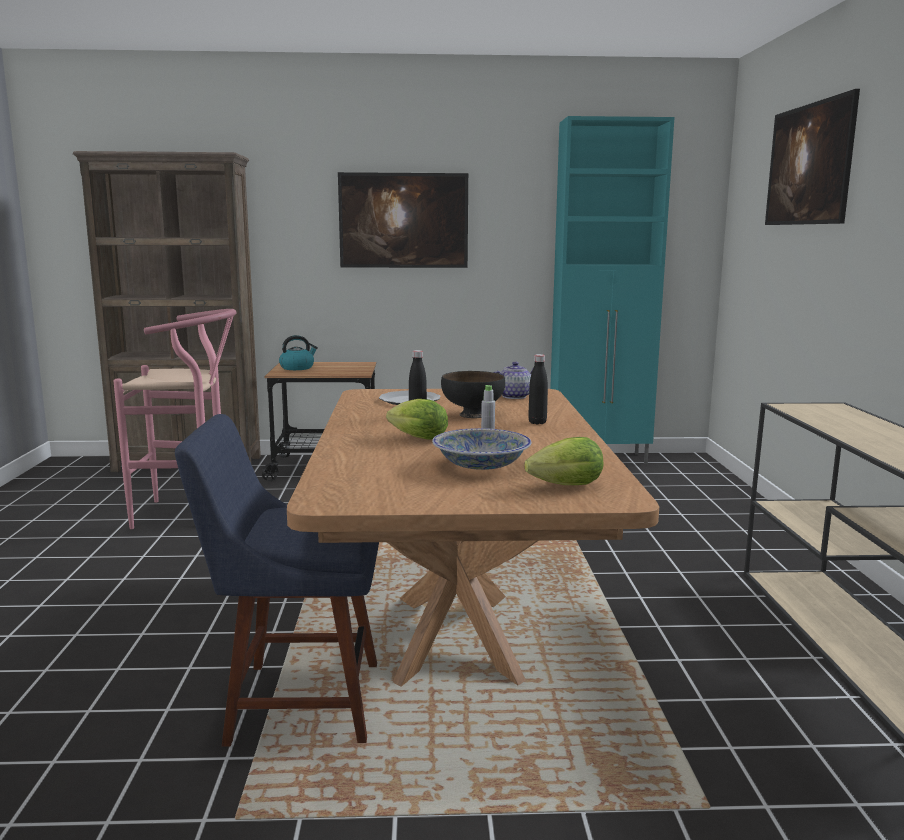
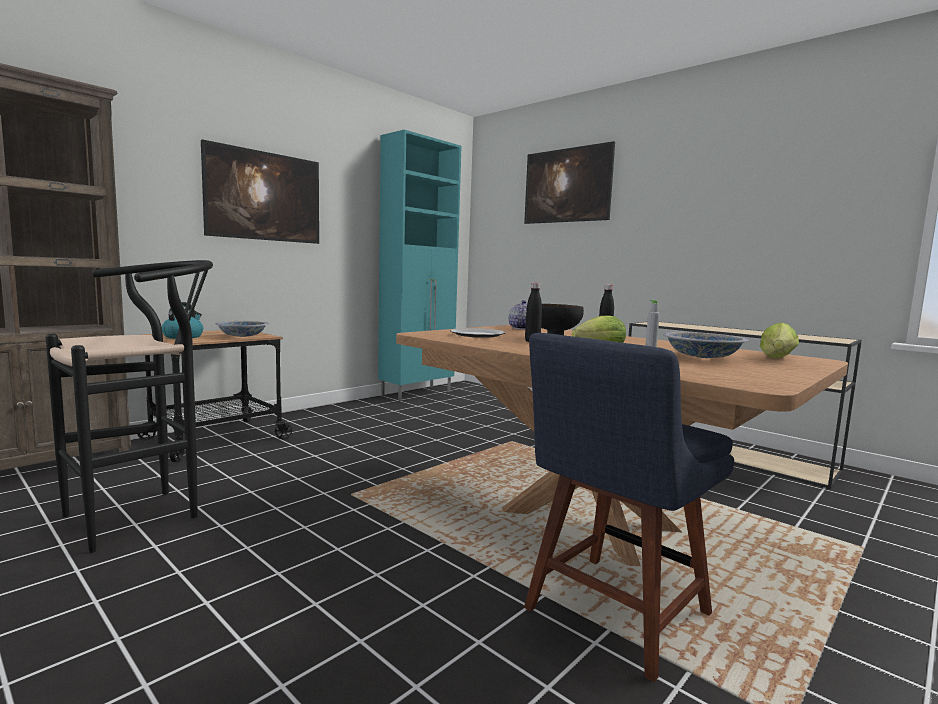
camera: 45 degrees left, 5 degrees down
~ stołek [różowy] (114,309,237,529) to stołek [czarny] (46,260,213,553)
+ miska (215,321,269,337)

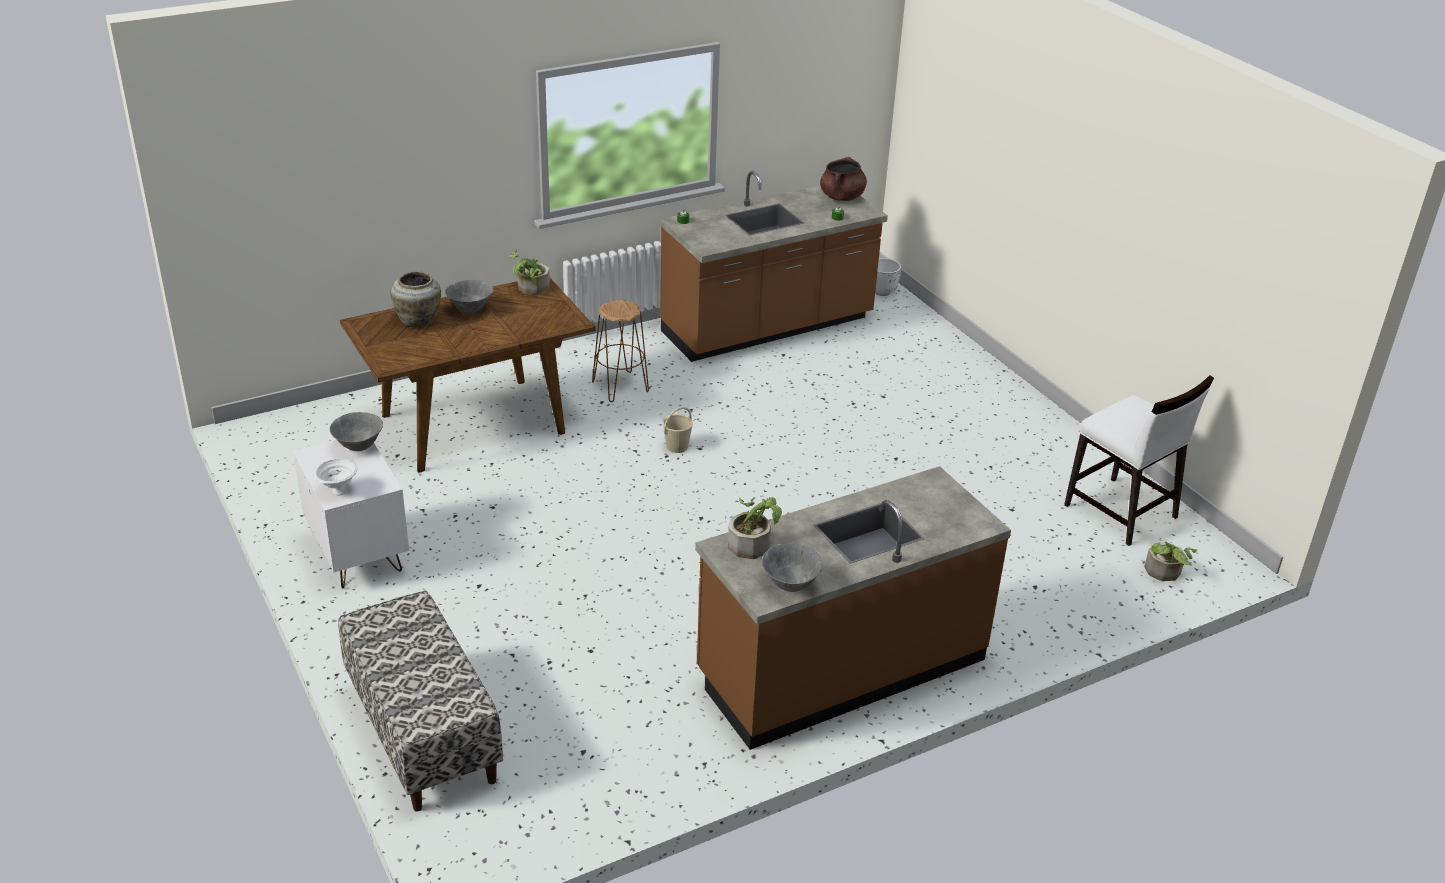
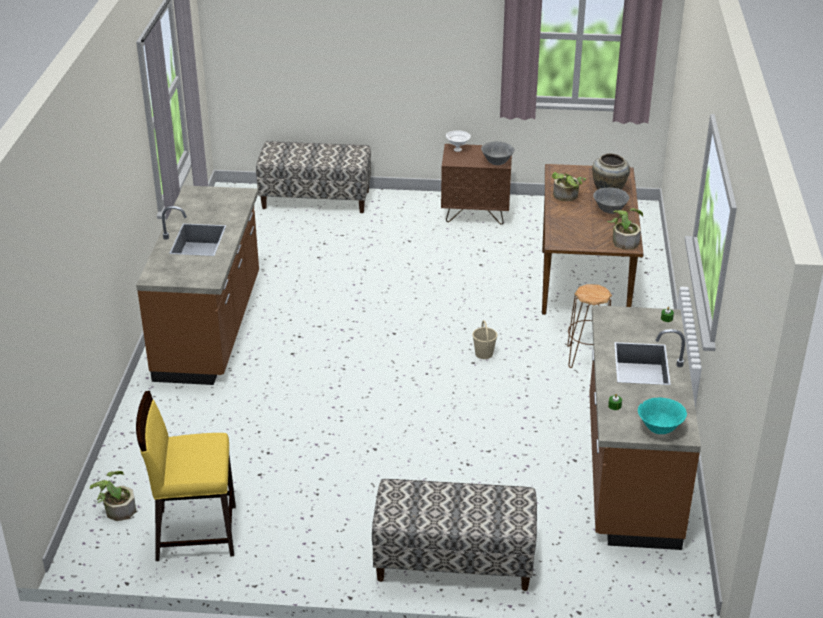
camera: 125 degrees right, 0 degrees up
~ garnek [brązowy] (820,157,867,201) to miska [turkusowy] (638,397,687,434)
- donica [biały] (875,258,902,296)
~ krzesło [biały] (1064,375,1214,546) to krzesło [żółty] (136,391,236,561)
~ szafka nocna [biały] (293,440,409,588) to szafka nocna [brązowy] (441,144,512,225)
~ roślina doniczkowa (728,497,782,559) to (552,172,587,201)
- miska [szary] (762,544,823,592)
+ ławka (372,479,537,591)

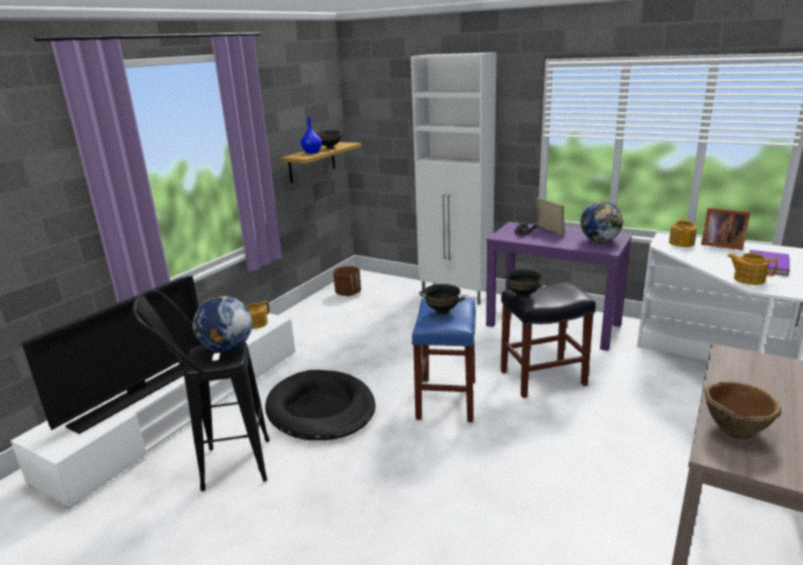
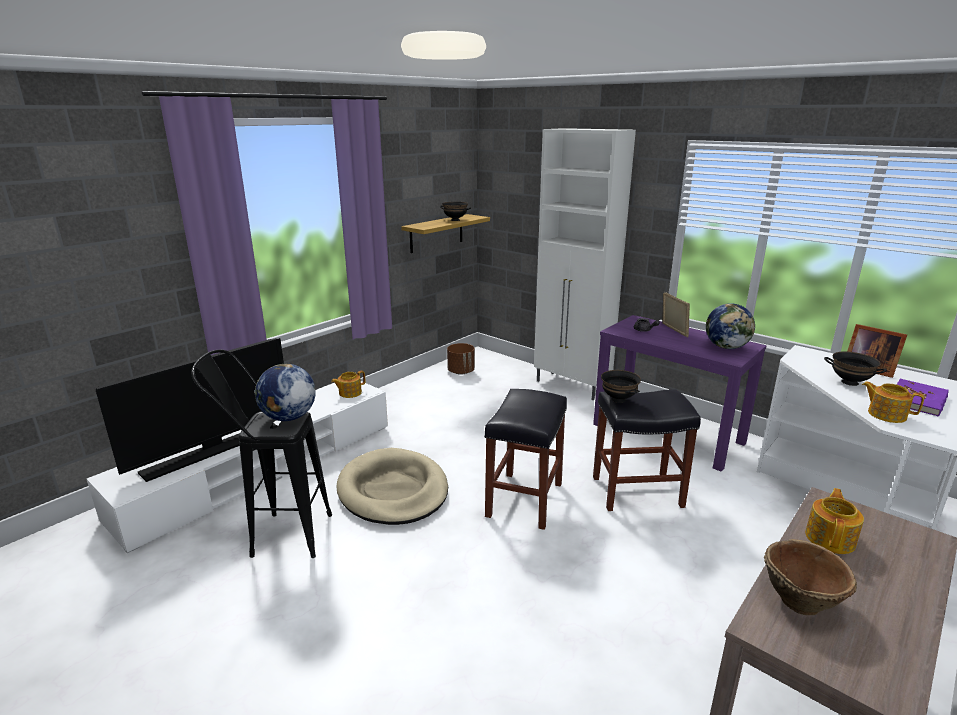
camera: 10 degrees right, 0 degrees up
- wazon [niebieski] (300,117,322,154)
~ imbryk (669,218,697,247) to (805,488,864,554)
~ miska [czarny] (420,284,465,315) to (824,351,887,386)
~ stołek [niebieski] (412,297,476,422) to stołek [czarny] (484,389,567,530)
~ legowisko [czarny] (265,370,376,440) to legowisko [beżowy] (337,448,448,525)

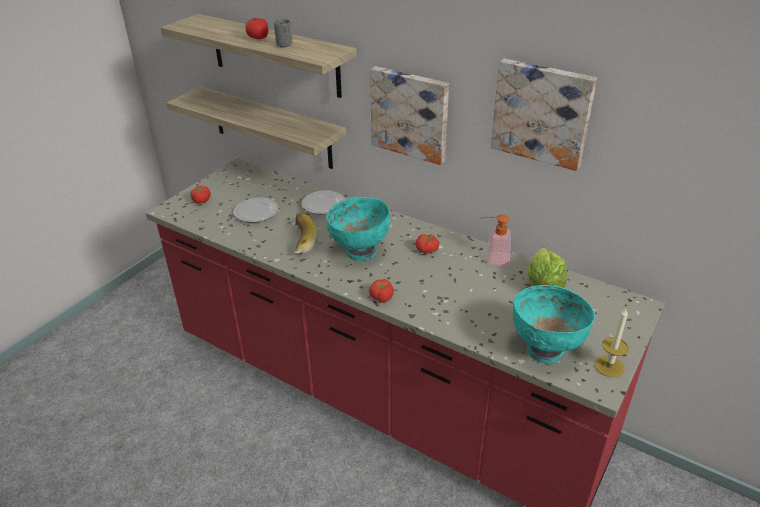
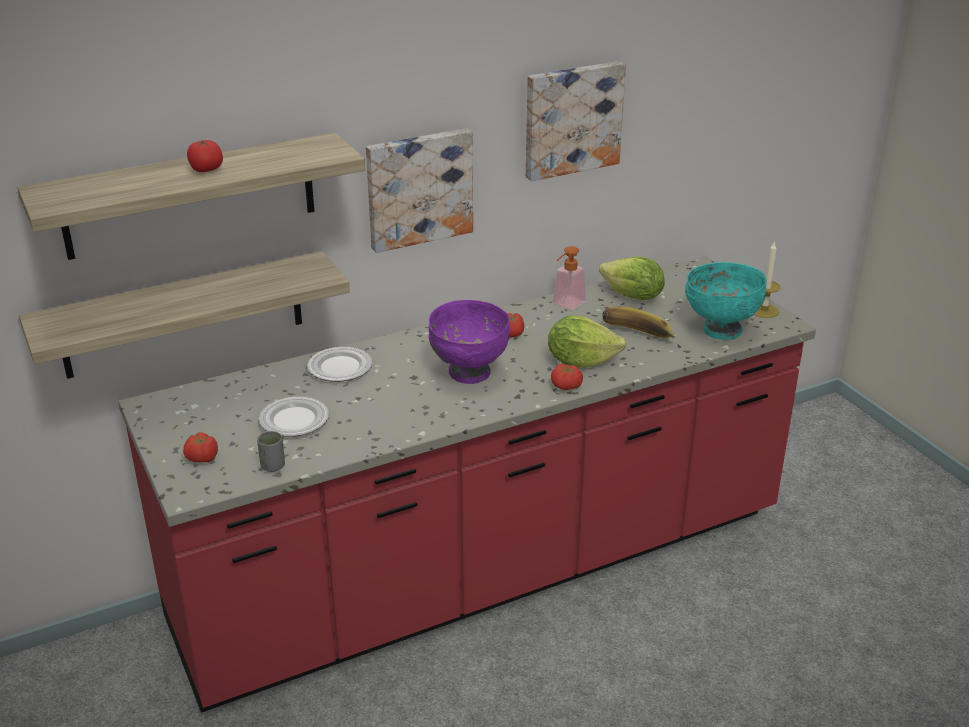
camera: 60 degrees left, 5 degrees down
~ filiżanka [szary] (274,19,292,47) to (257,431,285,472)
~ miska [turkusowy] (327,197,390,261) to miska [fioletowy] (428,300,510,384)
~ banan (293,213,318,254) to (602,307,677,338)
+ sałata (548,315,626,368)

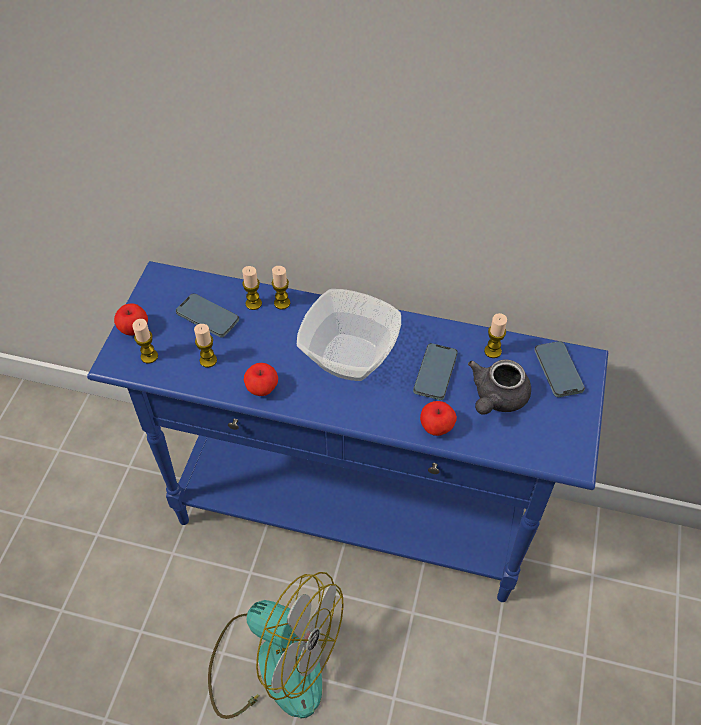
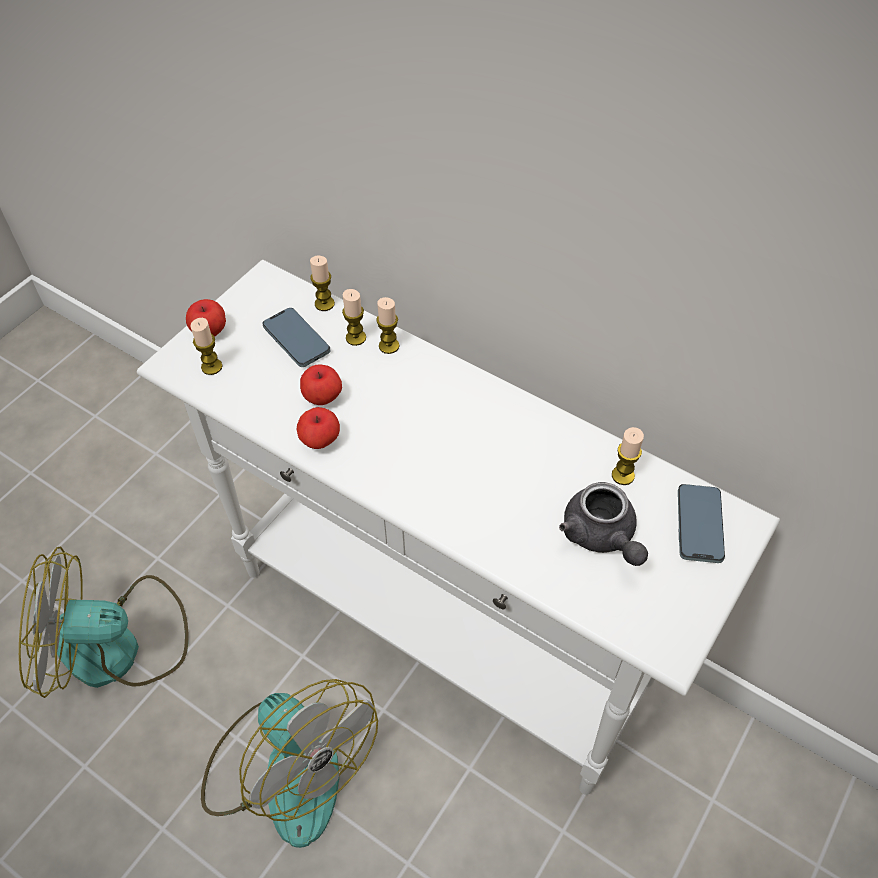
camera: 20 degrees right, 0 degrees up
~ stolik konsolowy [niebieski] (87,261,608,602) to stolik konsolowy [biały] (137,260,780,795)
- miska (297,289,401,381)
~ świeca (194,324,217,368) to (310,256,335,311)
- telefon (413,343,458,400)
~ imbryk [szary] (468,360,531,415) = (559,482,648,566) 75 degrees counterclockwise
~ jabłko (420,401,457,436) to (300,365,342,405)
+ wentylator (19,547,189,698)

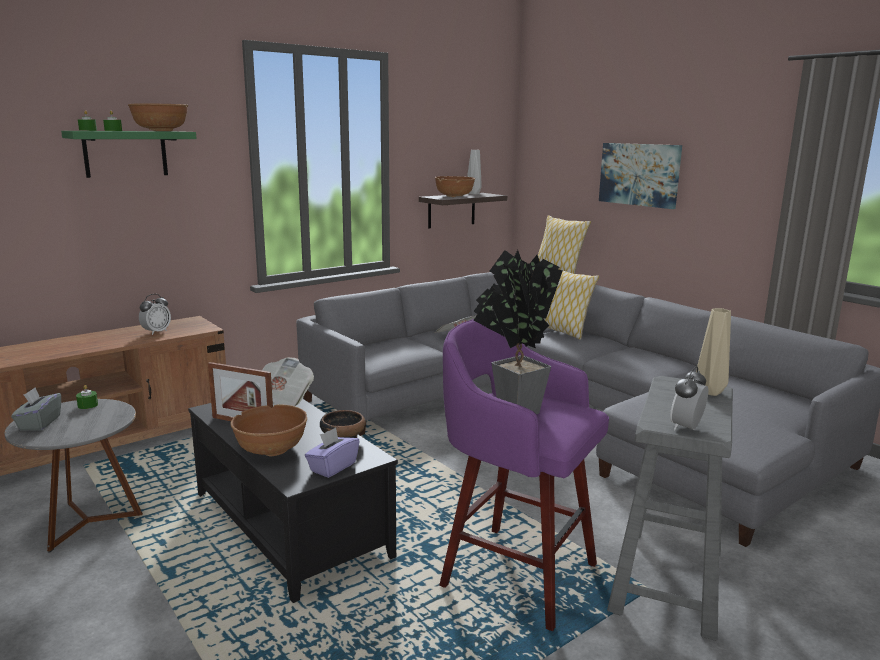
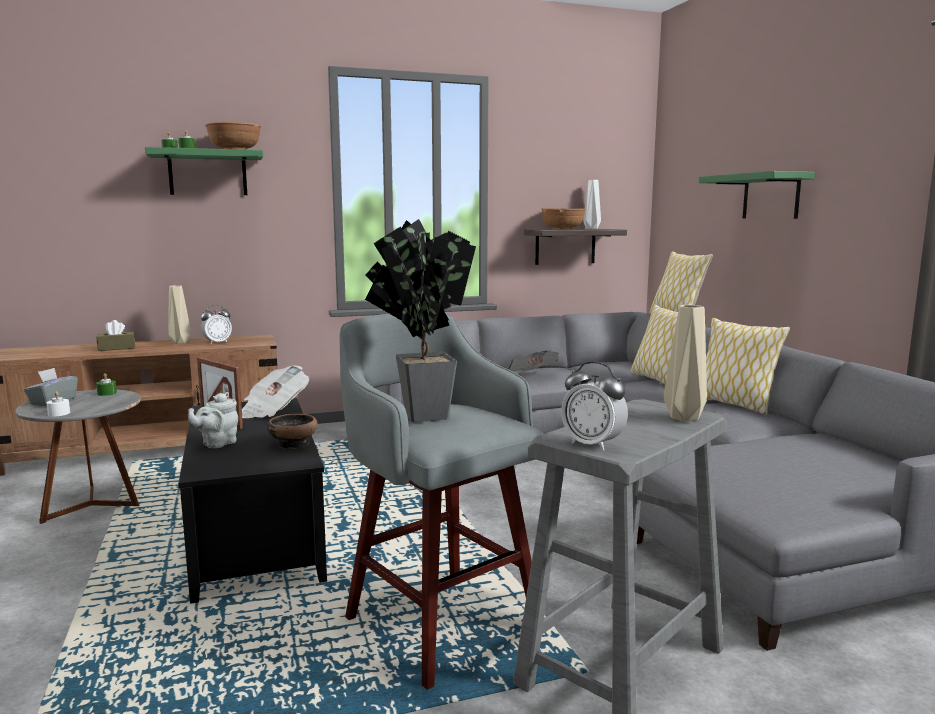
camera: 20 degrees right, 5 degrees down
~ obraz (599,143,682,209) to półka [zielony] (699,171,815,219)
~ stołek [fioletowy] (439,319,609,631) to stołek [szary] (339,313,543,690)
~ budzik (670,366,708,430) = (561,361,628,451) 105 degrees counterclockwise
~ miska [brązowy] (230,404,307,456) to imbryk [szary] (188,392,238,448)
- pudełko chusteczek [fioletowy] (305,427,360,478)
+ wazon [beżowy] (168,285,191,344)
+ poduszka (706,318,790,415)
+ pudełko chusteczek [brązowy] (97,320,135,351)
+ świeca [biały] (47,391,70,416)

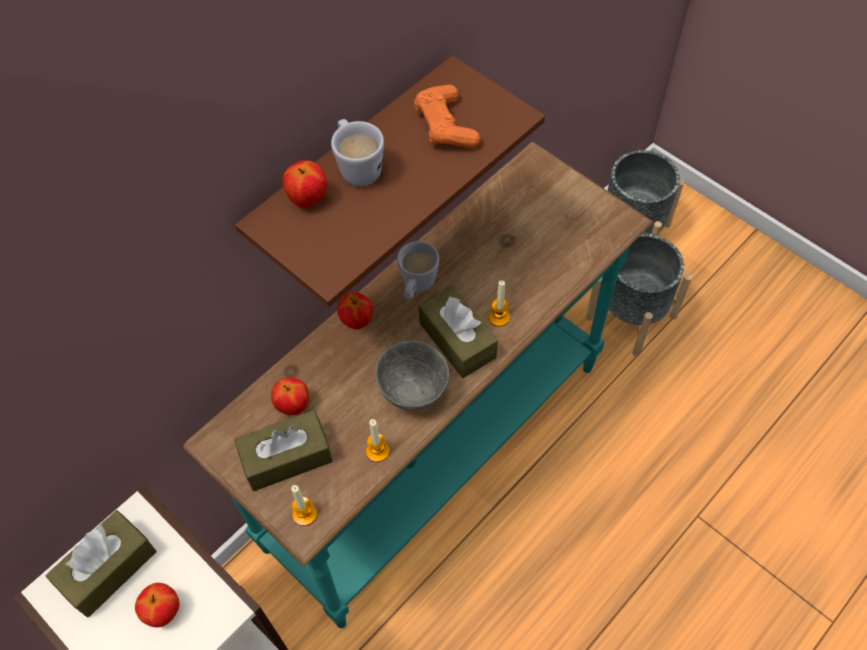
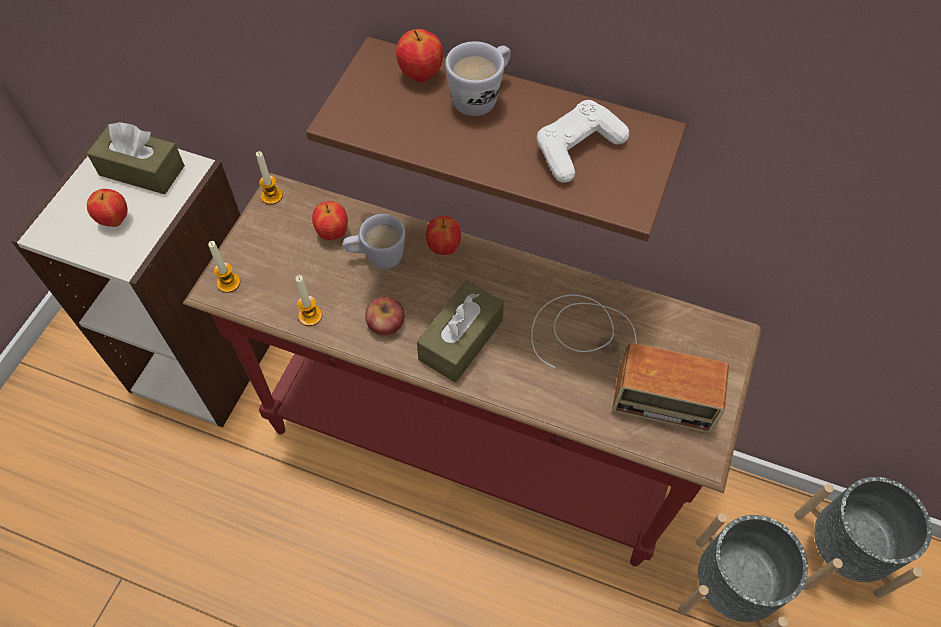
camera: 65 degrees right, 0 degrees up
~ pad do gier [pomarańczowy] (414,85,480,148) to pad do gier [biały] (537,100,629,183)
~ stolik konsolowy [turkusowy] (183,142,653,628) to stolik konsolowy [czerwony] (183,173,762,567)
~ kubek [biały] (397,241,439,299) to (343,214,405,269)
~ świeca (488,280,510,327) to (256,151,283,205)
~ miska [szary] (375,341,449,410) to jabłko (365,297,405,335)
- pudełko chusteczek [brązowy] (234,410,333,491)
+ radio (531,295,729,433)

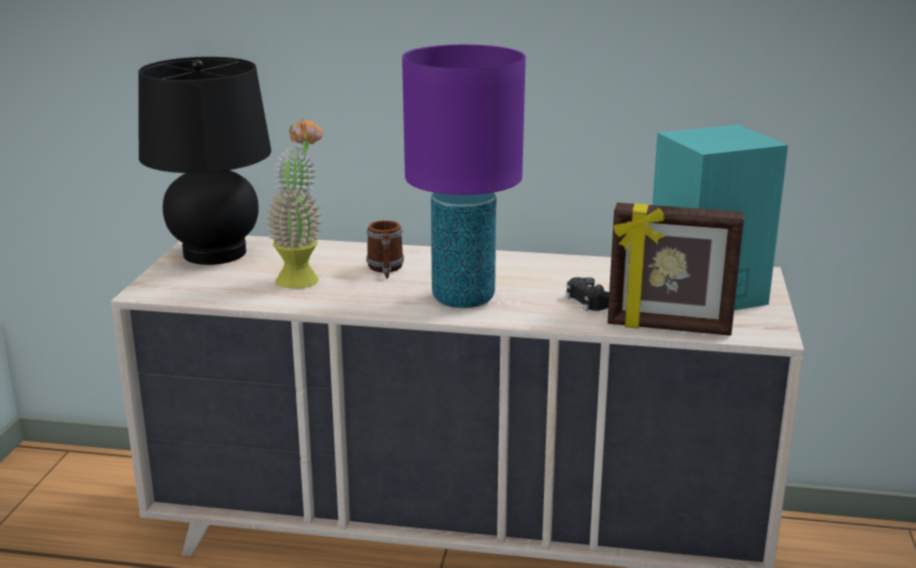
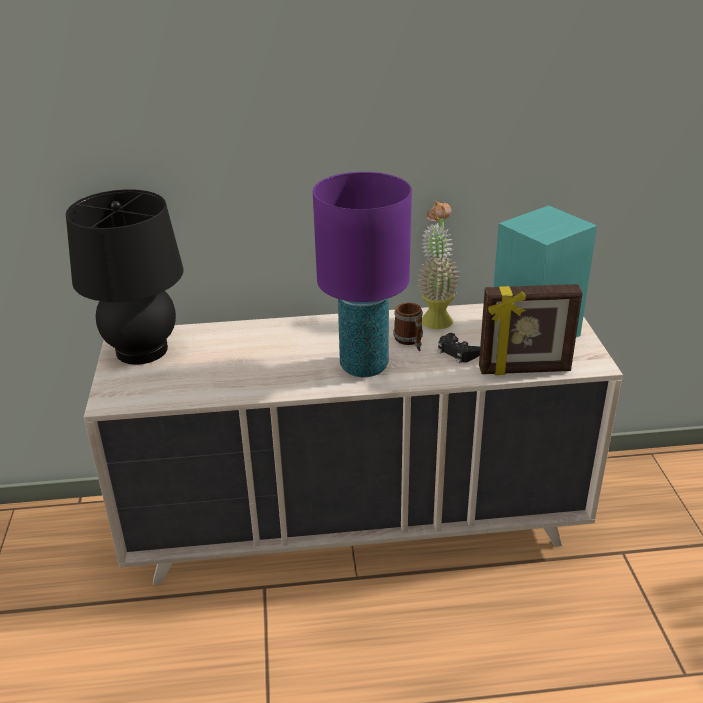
camera: 15 degrees left, 10 degrees up
~ roślina doniczkowa (265,118,323,289) to (418,201,460,329)
~ kubek (366,220,404,279) to (393,302,423,351)

